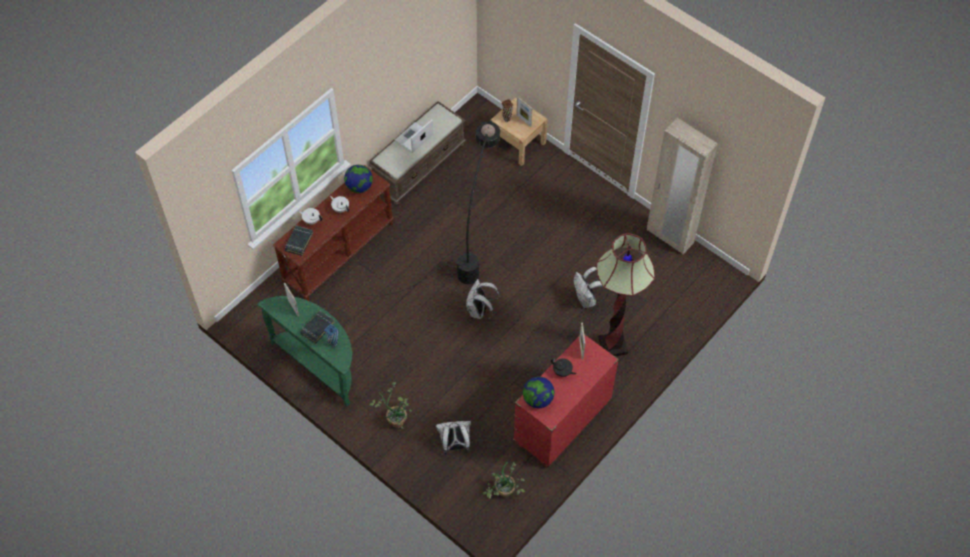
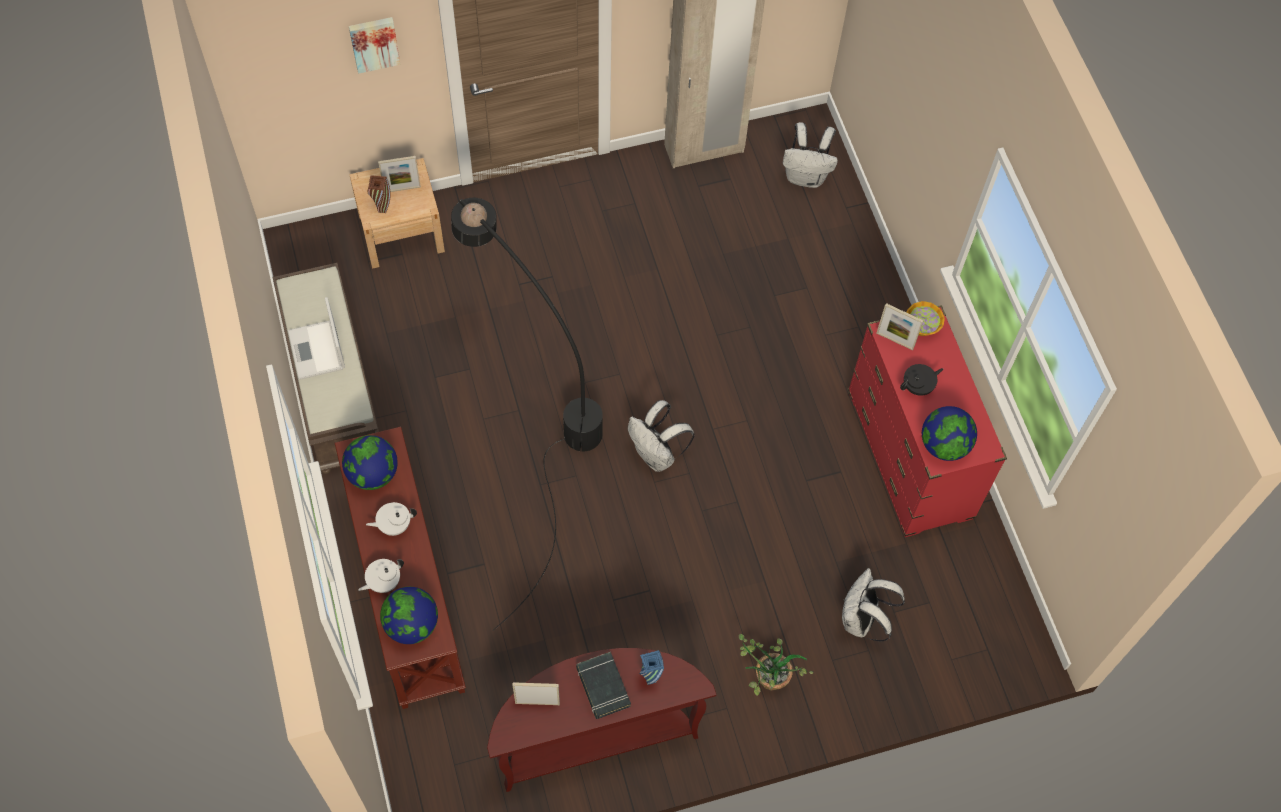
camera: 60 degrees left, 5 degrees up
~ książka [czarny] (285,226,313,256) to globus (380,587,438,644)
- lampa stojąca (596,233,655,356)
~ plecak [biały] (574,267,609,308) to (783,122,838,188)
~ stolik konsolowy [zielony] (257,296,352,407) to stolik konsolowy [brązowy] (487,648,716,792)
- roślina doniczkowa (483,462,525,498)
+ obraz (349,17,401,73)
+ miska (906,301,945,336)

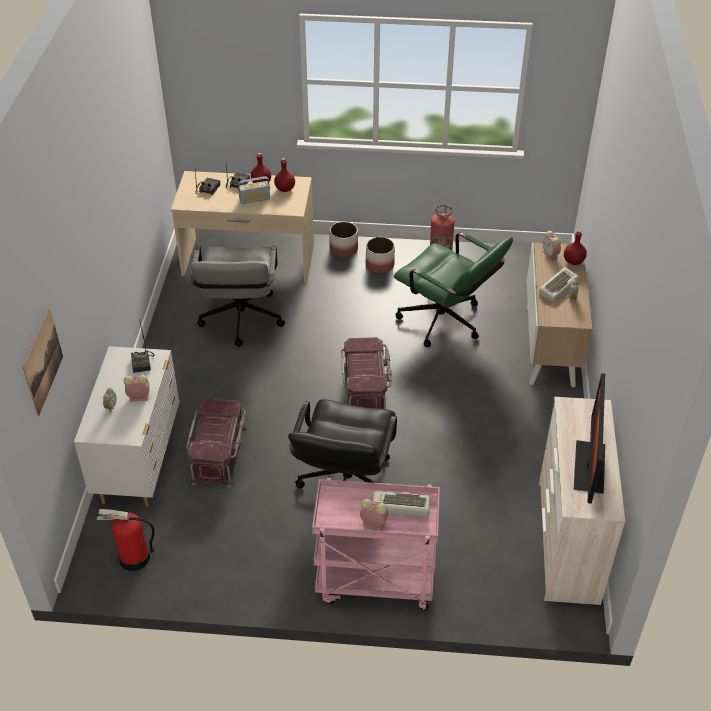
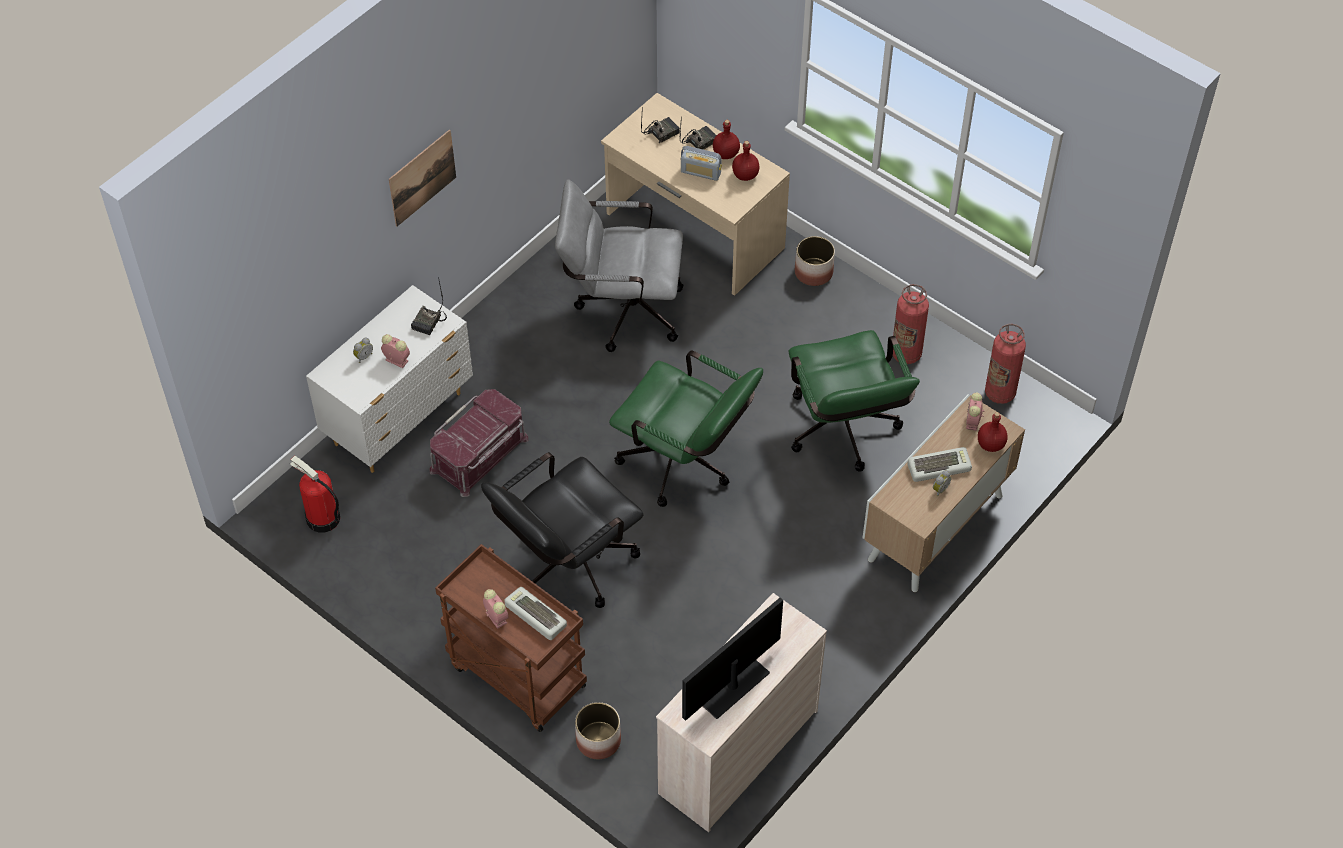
camera: 35 degrees right, 10 degrees up
~ donica (366,237,395,273) to (575,702,621,759)
~ krzesło biurowe [szary] (191,246,285,347) = (555,179,684,352) 60 degrees clockwise
~ obraz (22,308,63,416) to (389,129,456,227)
~ pojemnik do przechowywania [czerwony] (341,337,392,409) to krzesło biurowe [zielony] (609,351,763,507)
~ wózek [różowy] (312,478,440,610) to wózek [brązowy] (435,544,587,732)
+ gaśnica (985,324,1026,404)

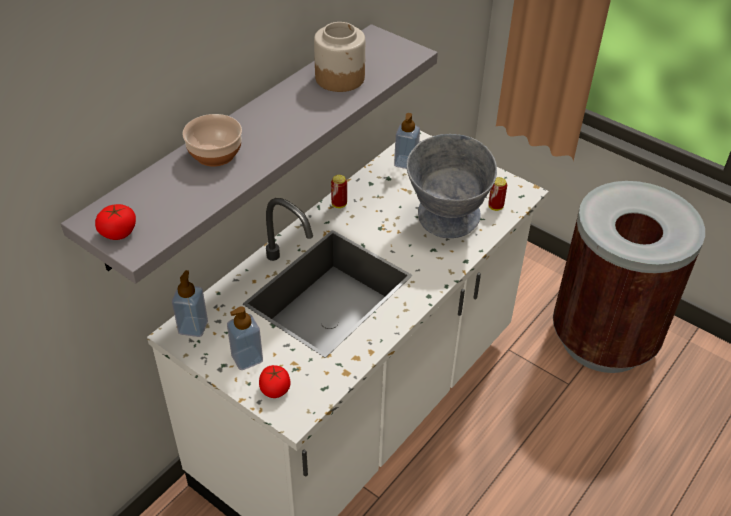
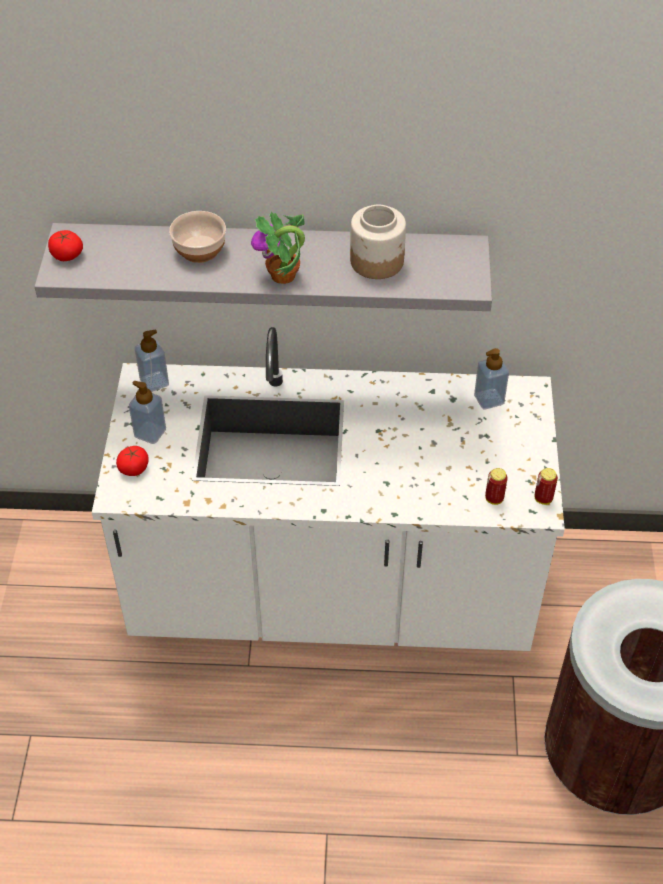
camera: 55 degrees right, 5 degrees up
- miska [szary] (407,134,497,238)
~ puszka (331,175,347,208) to (535,468,558,505)
+ roślina doniczkowa (251,212,305,284)

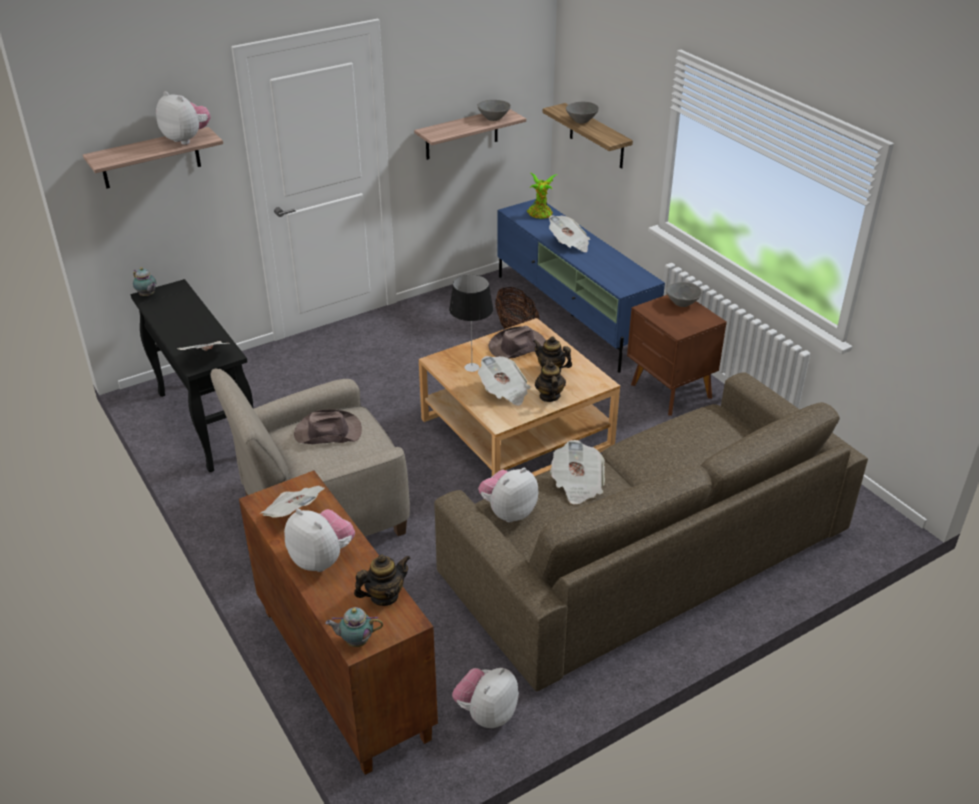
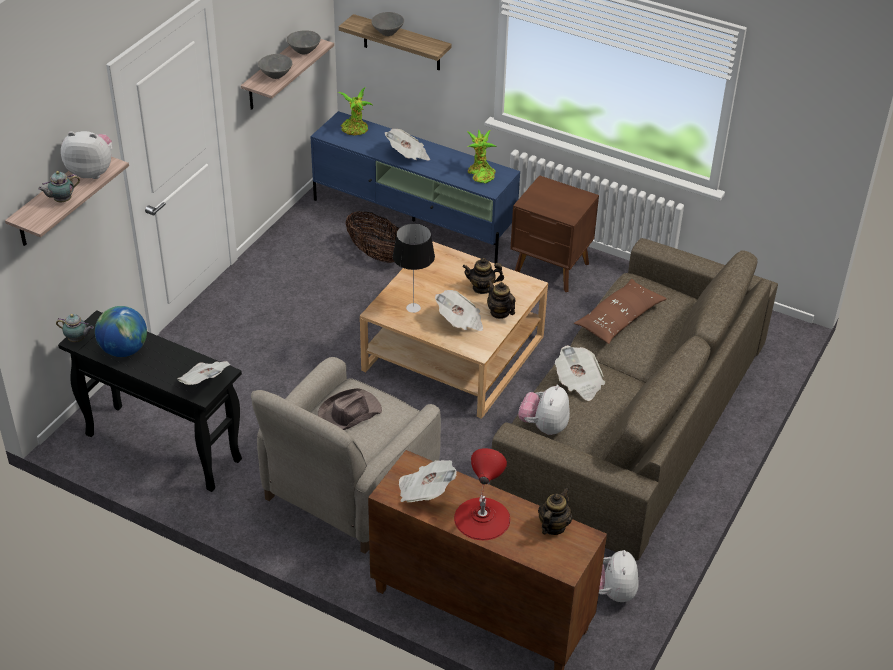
camera: 30 degrees left, 5 degrees up
~ miska [szary] (666,282,702,307) to (258,54,293,79)
- kapelusz [brązowy] (489,326,546,359)
~ pluszak (284,509,355,572) to lampa stołowa [czerwony] (454,448,510,540)
~ imbryk (325,607,383,647) to (38,171,80,202)
+ roślina doniczkowa (467,129,498,184)
+ poduszka [brązowy] (574,279,667,344)
+ globus (95,306,147,357)

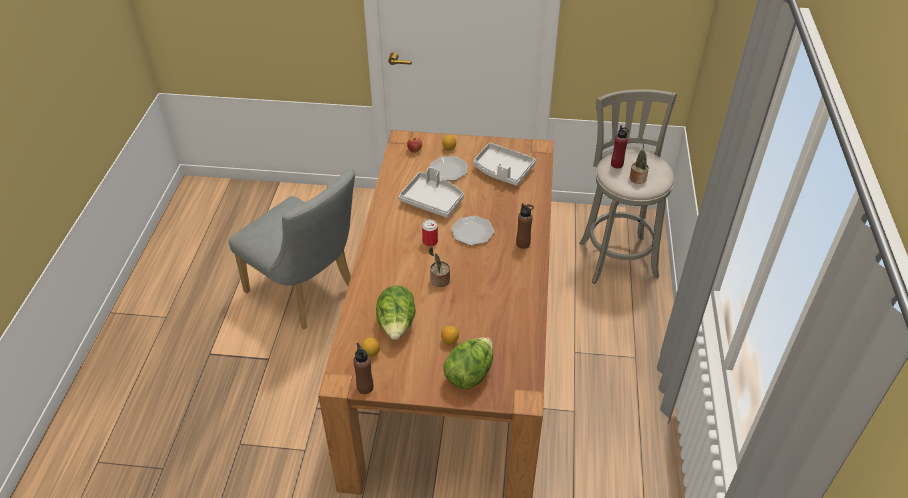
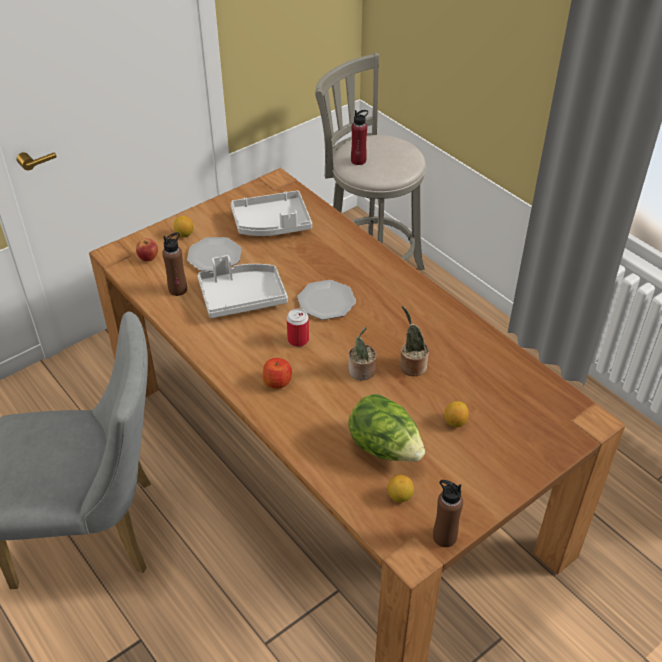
camera: 45 degrees left, 0 degrees up
~ roślina doniczkowa (630,134,649,184) to (400,306,429,376)
~ butelka [brązowy] (516,203,534,249) to (162,232,187,296)
- sałata (443,337,493,389)
+ jabłko (263,358,292,389)

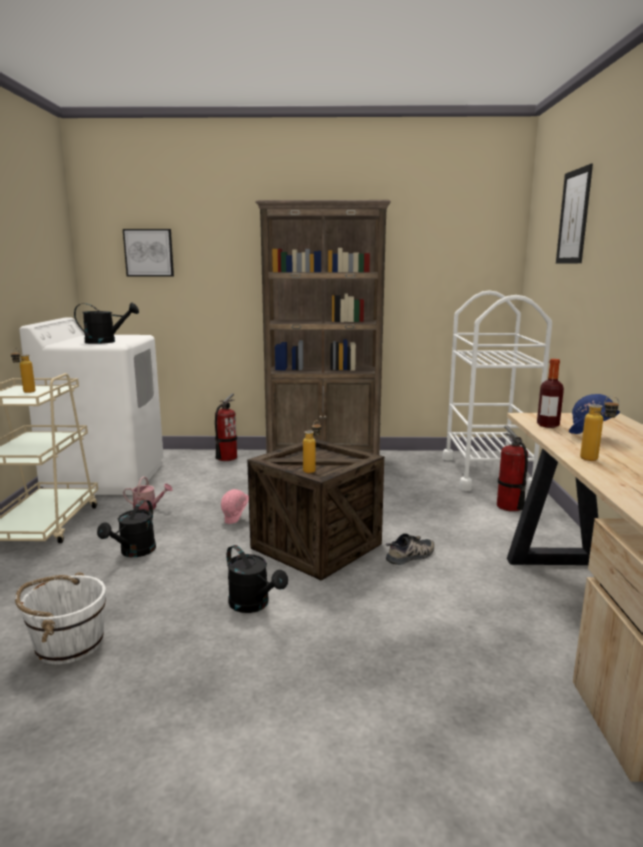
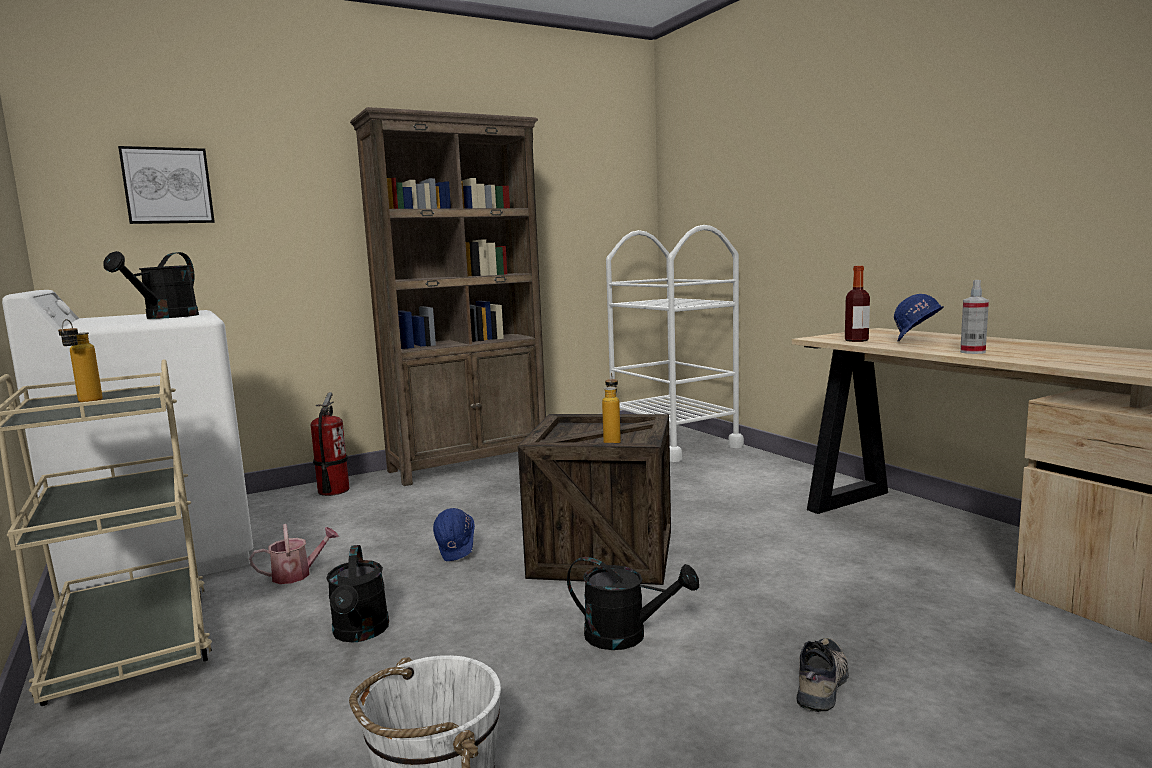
camera: 30 degrees left, 5 degrees down
- obraz (556,164,593,263)
~ konewka [czarny] (74,303,139,344) = (103,251,199,319) 135 degrees clockwise
~ butelka (580,396,620,461) to spryskiwacz (960,280,989,354)
- gaśnica (497,425,528,512)
~ kask [różowy] (221,489,249,524) to kask [niebieski] (433,508,475,561)
~ but (386,533,434,565) to (797,638,849,712)

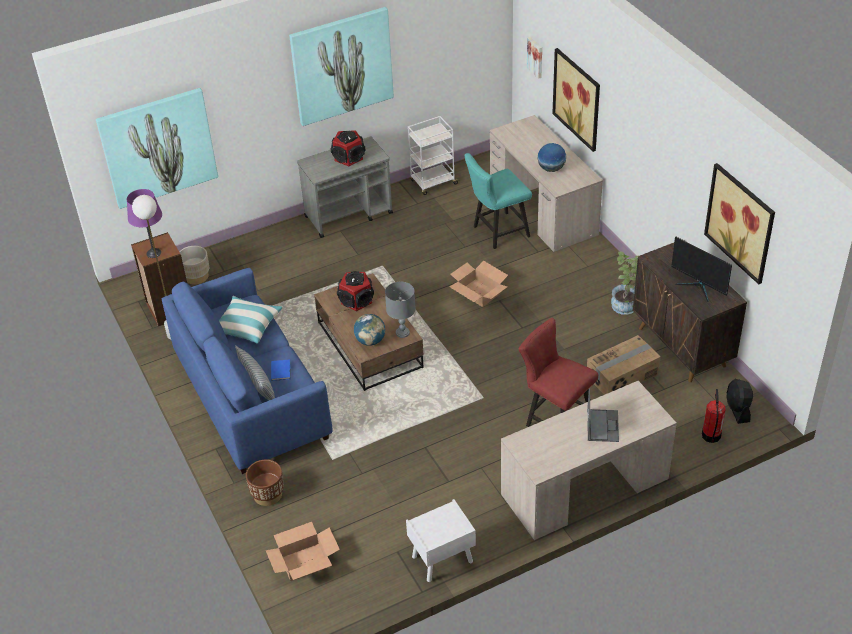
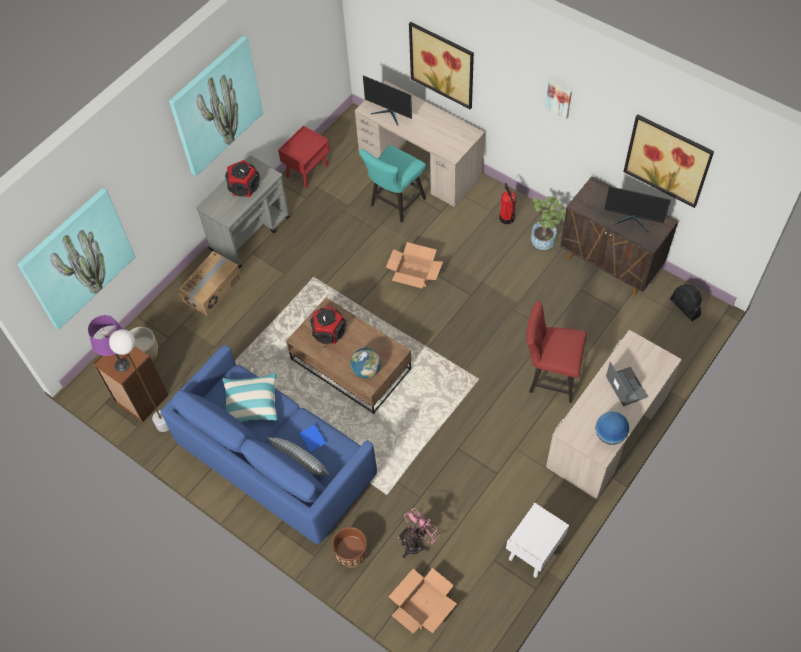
camera: 25 degrees left, 15 degrees up
~ obraz (527,37,542,79) to (545,80,572,119)
~ wózek [biały] (408,116,459,195) to szafka nocna [czerwony] (278,126,330,188)
~ globus (538,143,566,172) to (595,411,629,445)
- lampa stołowa [szary] (385,282,416,338)
~ karton (587,335,661,395) to (178,251,241,316)
~ gaśnica (702,389,726,443) to (499,183,516,224)
+ monitor (363,75,412,126)
+ wentylator [różowy] (398,508,440,558)

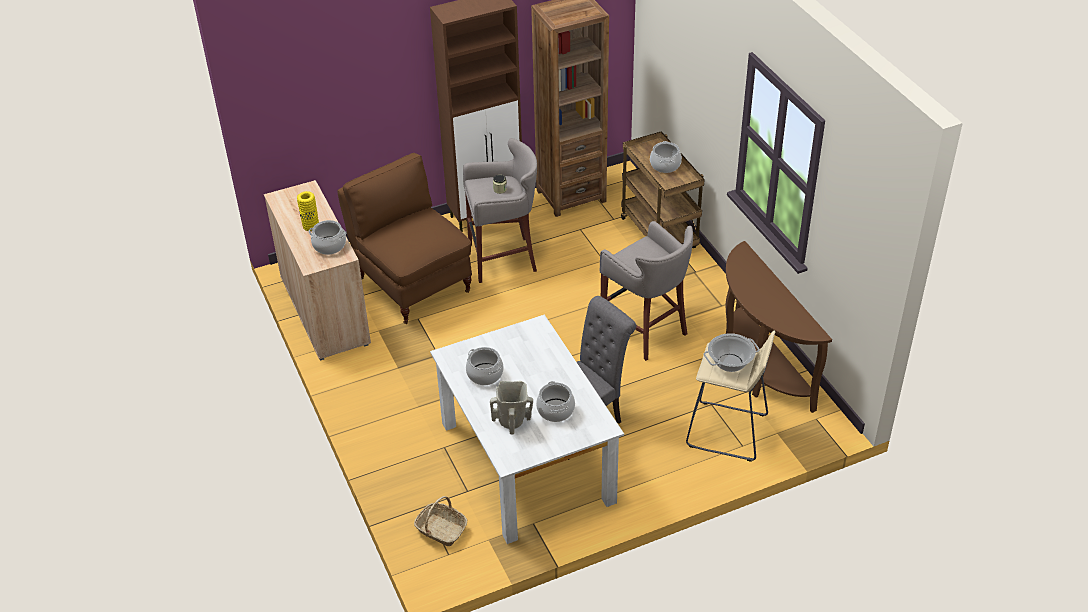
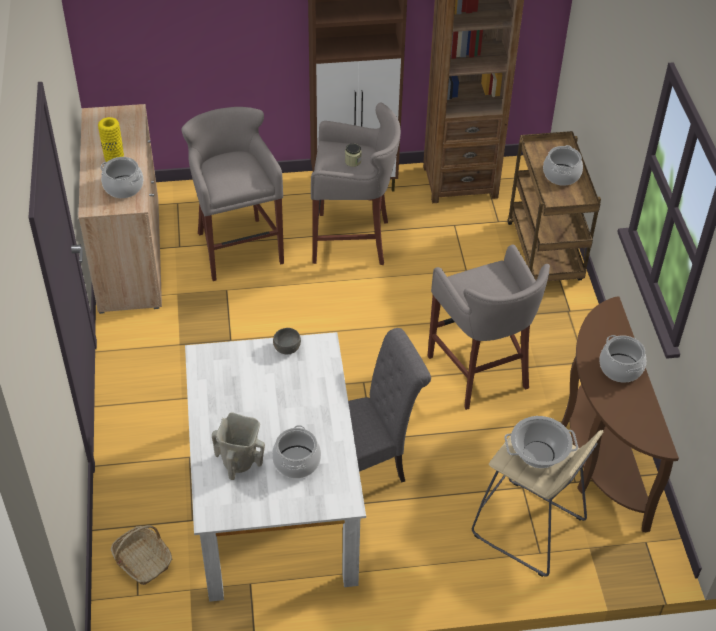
camera: 15 degrees right, 5 degrees up
~ krzesło [brązowy] (338,153,472,324) to stołek [szary] (181,107,284,281)
~ garnek (466,347,504,385) to (599,335,646,383)
+ miska [szary] (273,328,301,354)

